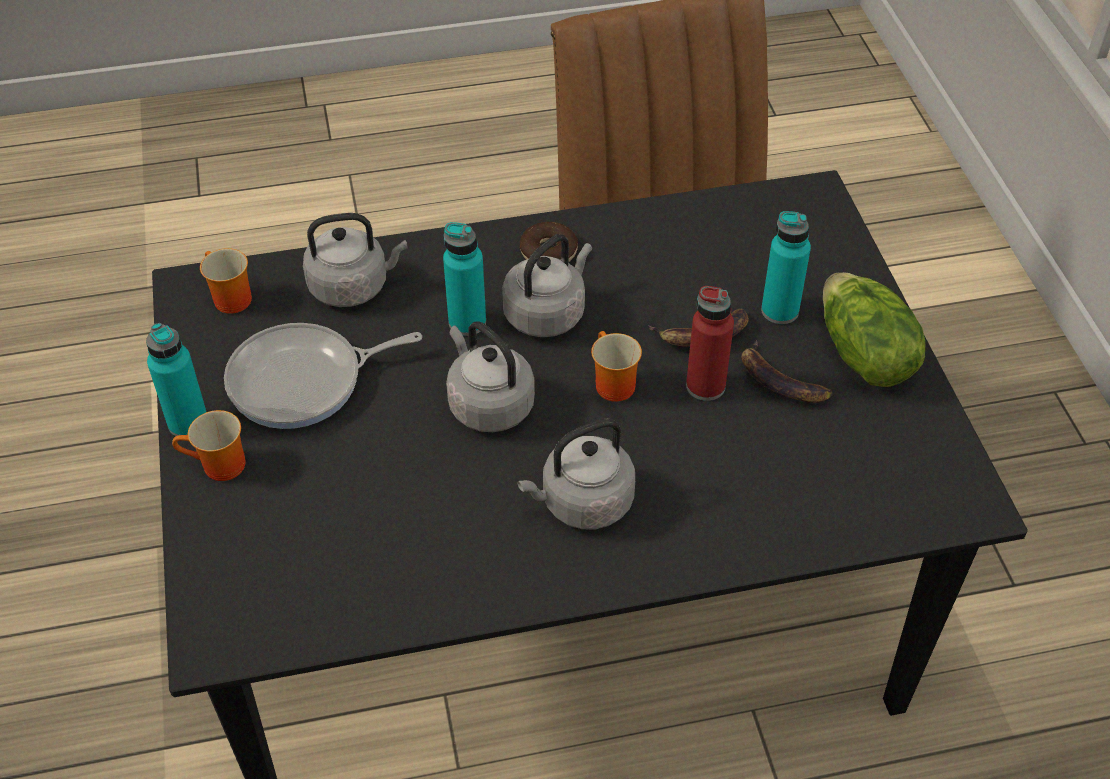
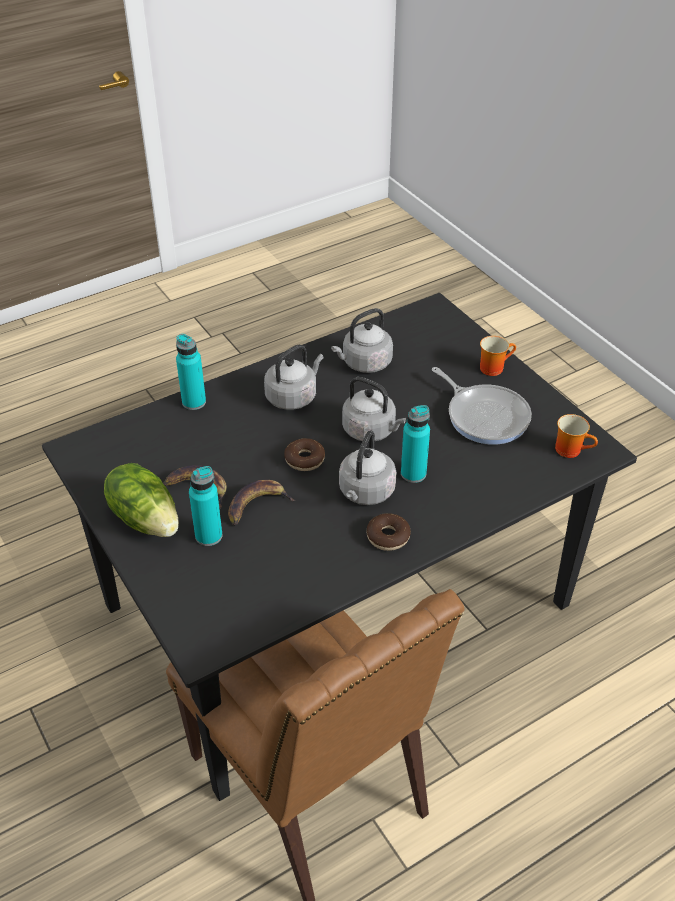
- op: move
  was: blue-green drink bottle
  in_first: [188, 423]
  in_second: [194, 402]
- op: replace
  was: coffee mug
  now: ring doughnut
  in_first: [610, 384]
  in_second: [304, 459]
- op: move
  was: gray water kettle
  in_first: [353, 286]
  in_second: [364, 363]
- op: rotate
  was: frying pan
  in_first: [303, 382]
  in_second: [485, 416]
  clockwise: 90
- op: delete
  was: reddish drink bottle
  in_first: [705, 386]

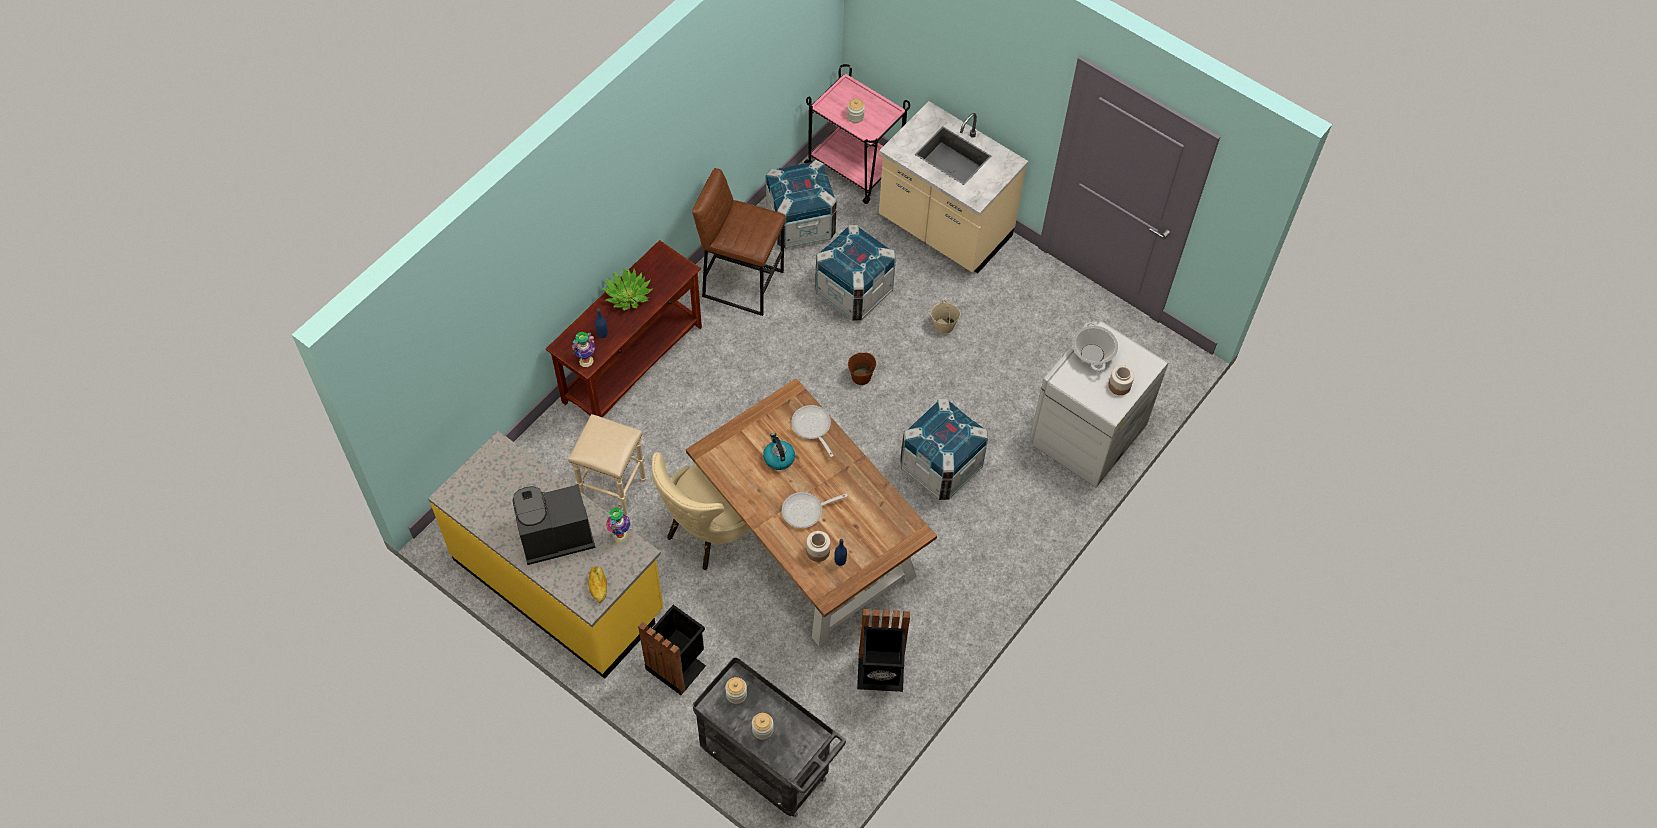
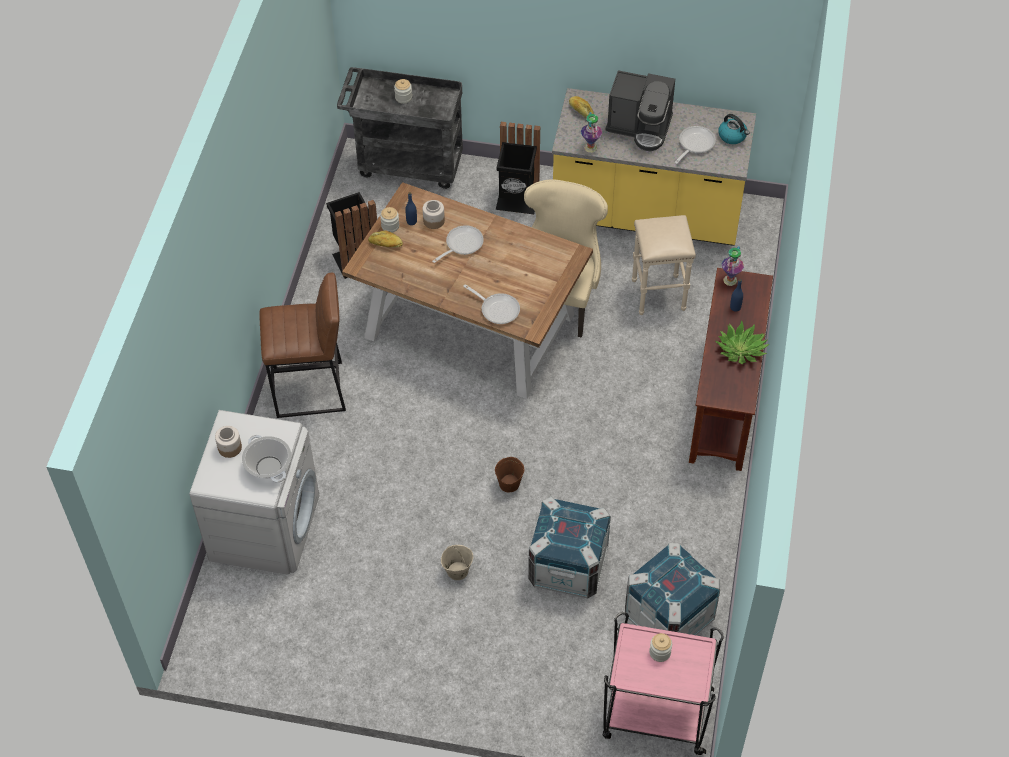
- op: move
  was: brown sitting stool
  in_first: [741, 283]
  in_second: [311, 389]
- op: insert
  now: bakery bread
  in_second: [385, 244]
- op: move
  was: storage jar
  in_first: [736, 694]
  in_second: [390, 226]
- op: rotate
  was: coffee brewer
  in_first: [554, 536]
  in_second: [640, 127]
  clockwise: 60
- op: insert
  now: frying pan
  in_second: [694, 144]
- op: move
  was: water kettle
  in_first: [778, 458]
  in_second: [732, 136]
- op: delete
  was: beige-coloured counter
  in_first: [944, 229]
- op: delete
  was: crate
  in_first: [940, 466]

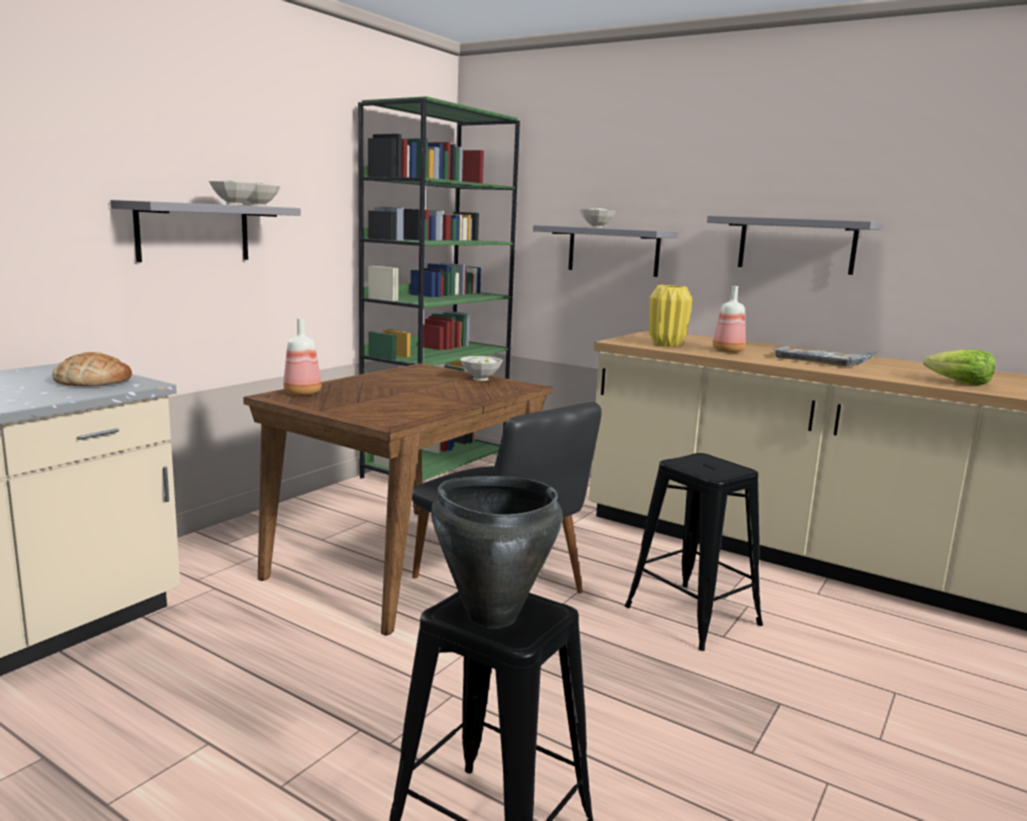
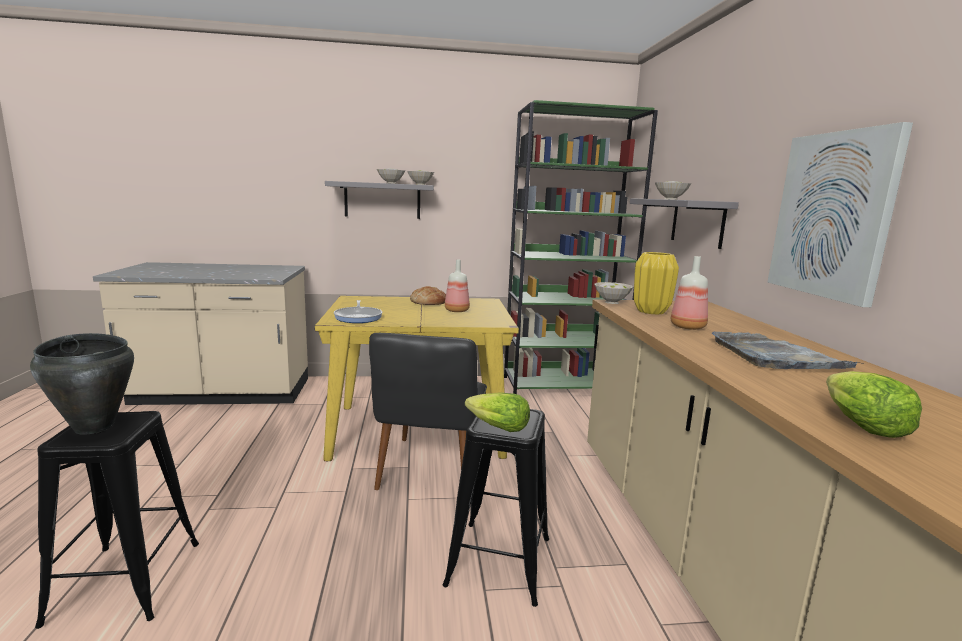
- op: recolor
  was: brown kitchen table
  now: yellowish kitchen table
  in_first: [406, 562]
  in_second: [419, 430]
- op: insert
  now: frying pan
  in_second: [358, 317]
- op: move
  was: bakery bread
  in_first: [93, 381]
  in_second: [429, 302]
- op: move
  was: drink bottle
  in_first: [303, 393]
  in_second: [457, 311]
- op: insert
  now: lettuce head
  in_second: [497, 427]
- op: move
  was: white-coloured bowl
  in_first: [481, 379]
  in_second: [611, 302]
- op: replace
  was: gray shelf
  now: picture
  in_first: [796, 245]
  in_second: [832, 215]

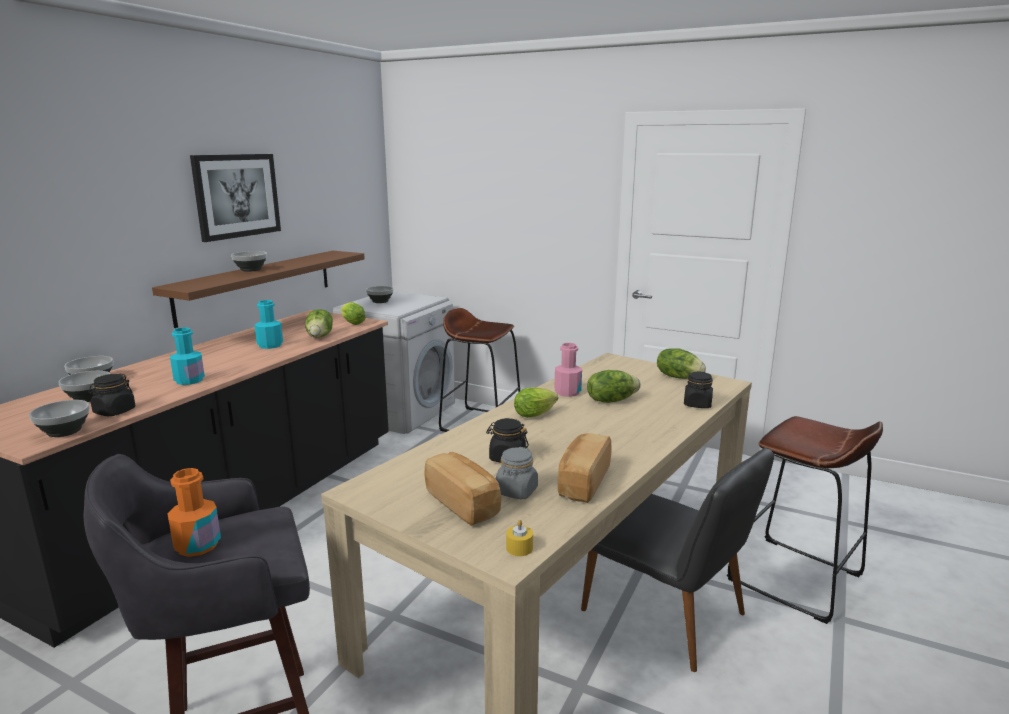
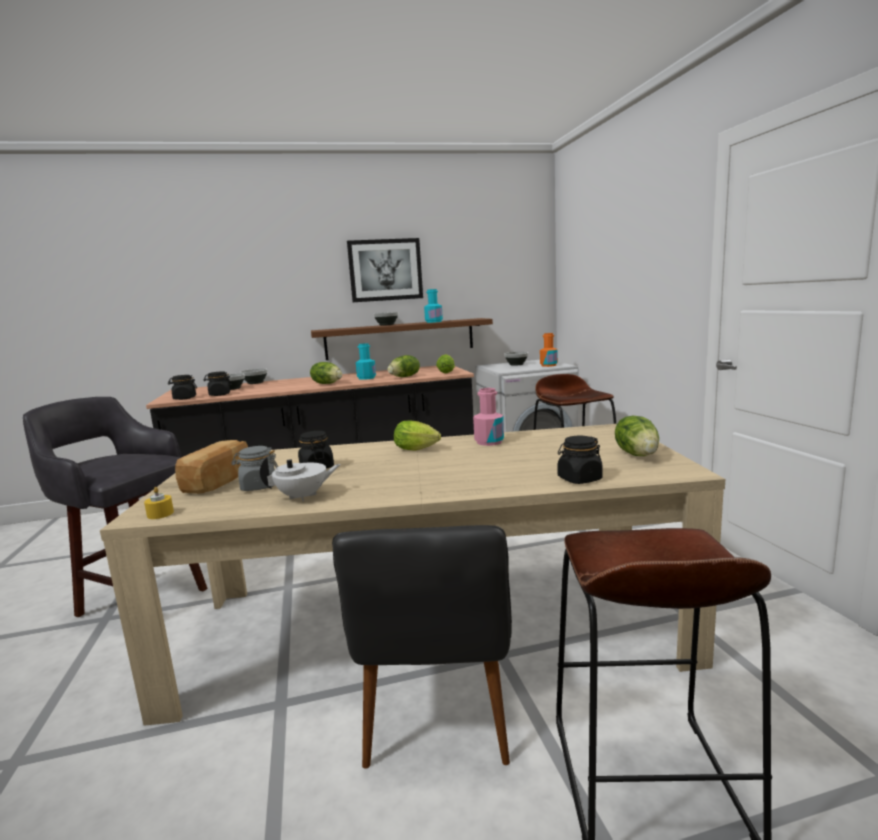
- op: replace
  was: bowl
  now: black-coloured storage jar
  in_first: [64, 431]
  in_second: [184, 398]
- op: replace
  was: bakery bread
  now: white-coloured tea pot
  in_first: [582, 482]
  in_second: [303, 497]
- op: move
  was: lettuce head
  in_first: [611, 400]
  in_second: [327, 383]
- op: move
  was: blue-green drink bottle
  in_first: [189, 380]
  in_second: [434, 322]
- op: move
  was: orange-coloured drink bottle
  in_first: [197, 545]
  in_second: [548, 365]

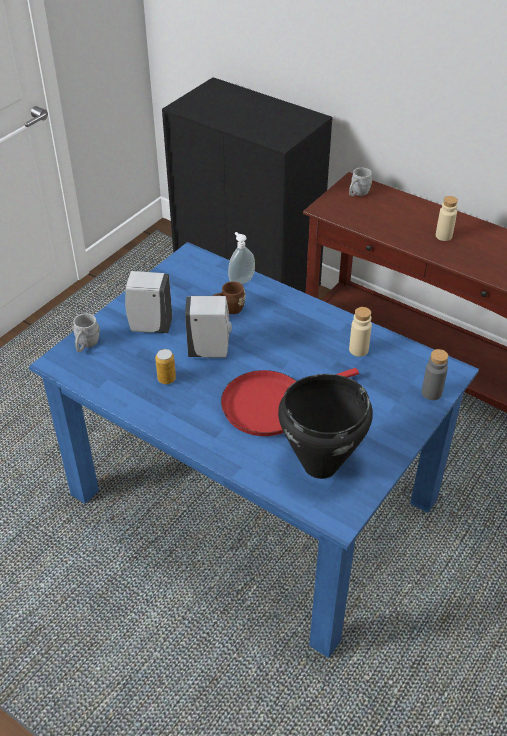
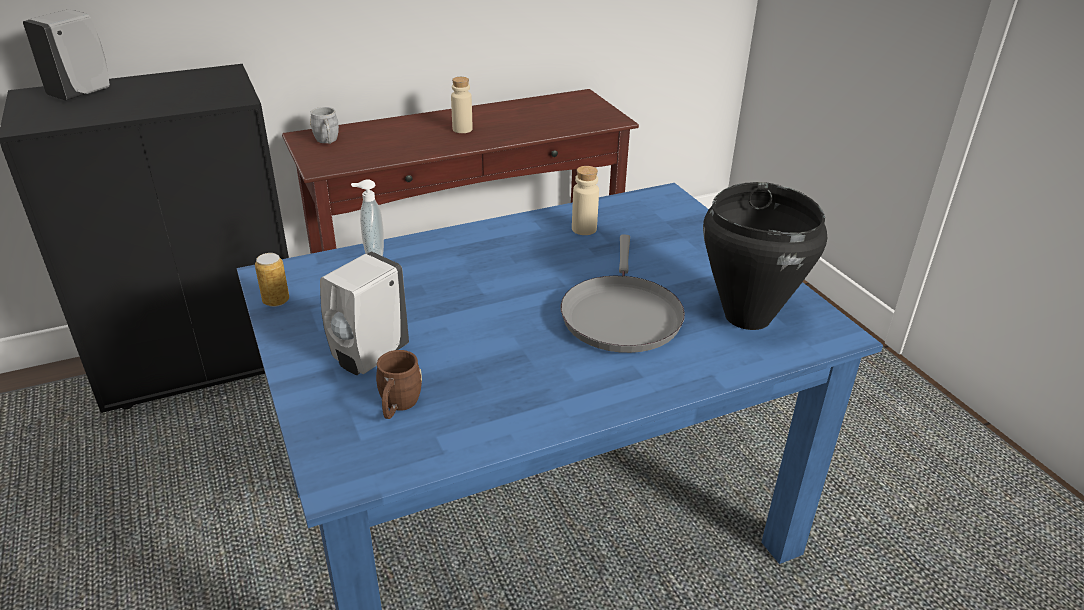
- op: move
  was: white-coloured soap dispenser
  in_first: [210, 351]
  in_second: [83, 93]
- op: move
  was: metal can
  in_first: [166, 379]
  in_second: [276, 301]
- op: move
  was: brown coffee mug
  in_first: [227, 309]
  in_second: [397, 406]
- op: recolor
  was: reddish frying pan
  now: gray frying pan
  in_first: [270, 405]
  in_second: [620, 315]
- op: delete
  was: gray coffee mug
  in_first: [86, 345]
- op: delete
  was: gray drink bottle
  in_first: [431, 393]

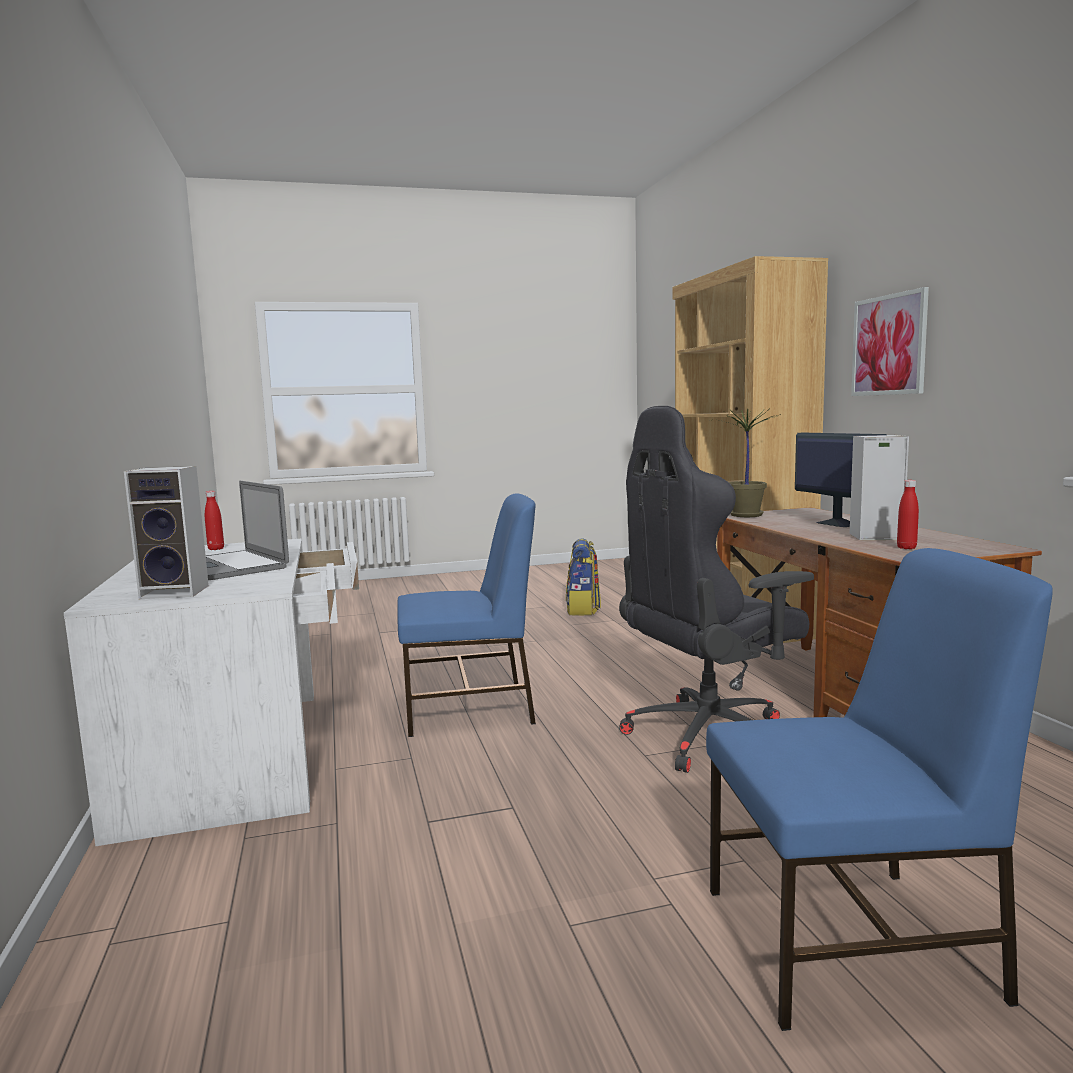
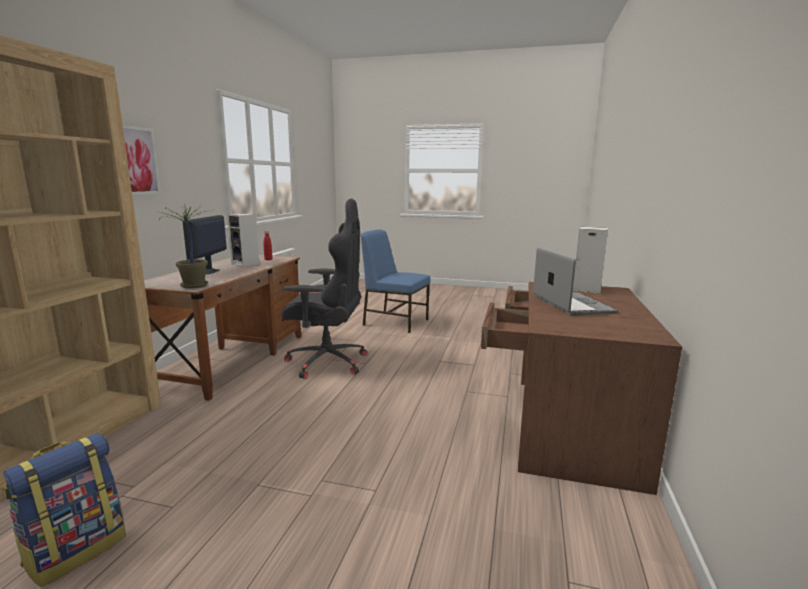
- op: recolor
  was: white-coloured desk
  now: brown desk
  in_first: [246, 750]
  in_second: [561, 424]
- op: delete
  was: reddish drink bottle
  in_first: [216, 549]
- op: delete
  was: blue plain chair
  in_first: [471, 709]

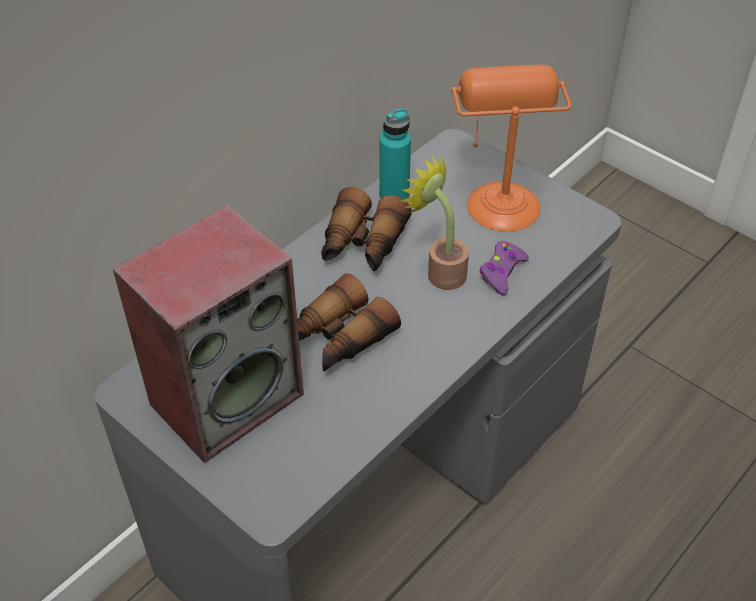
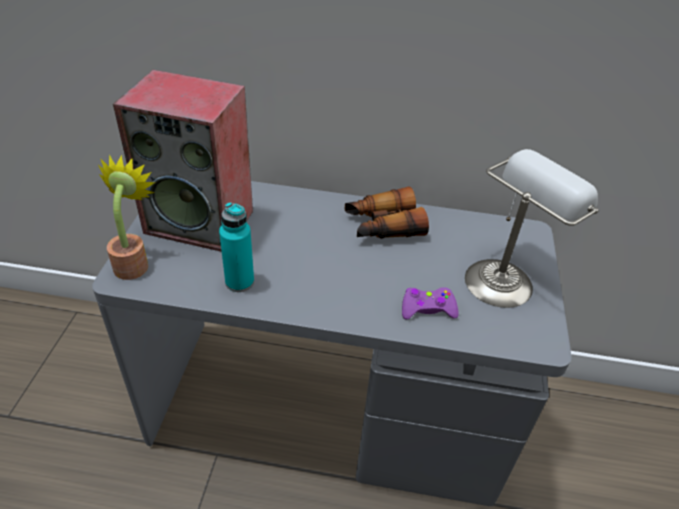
- op: move
  was: potted plant
  in_first: [440, 271]
  in_second: [134, 262]
- op: move
  was: blue-green drink bottle
  in_first: [394, 195]
  in_second: [239, 282]
- op: recolor
  was: orange-coloured lamp for a table
  now: white-coloured lamp for a table
  in_first: [498, 195]
  in_second: [506, 275]
- op: delete
  was: binoculars
  in_first: [338, 338]

